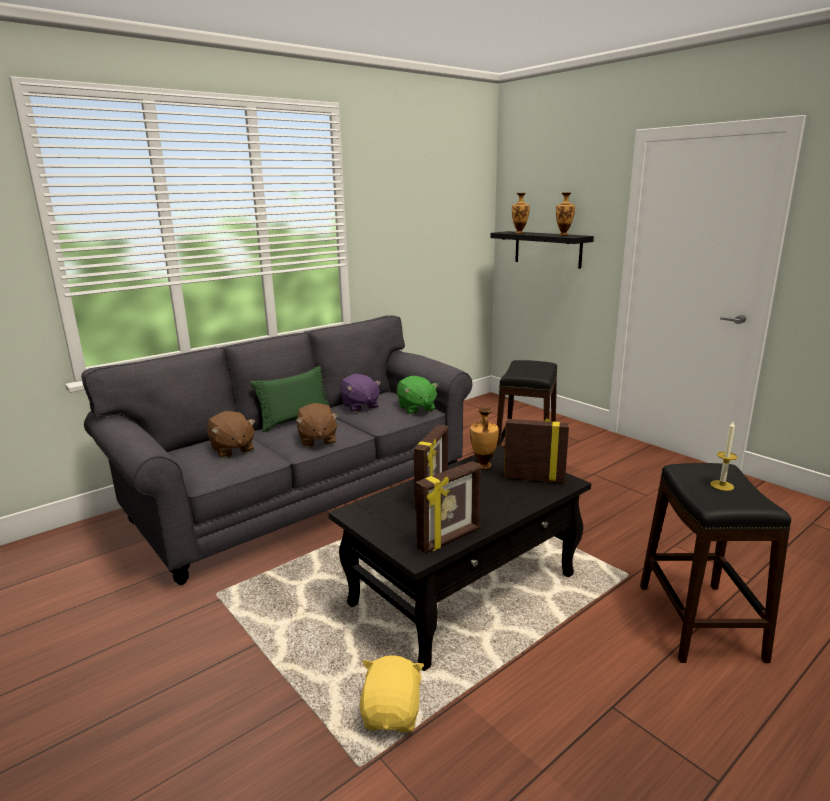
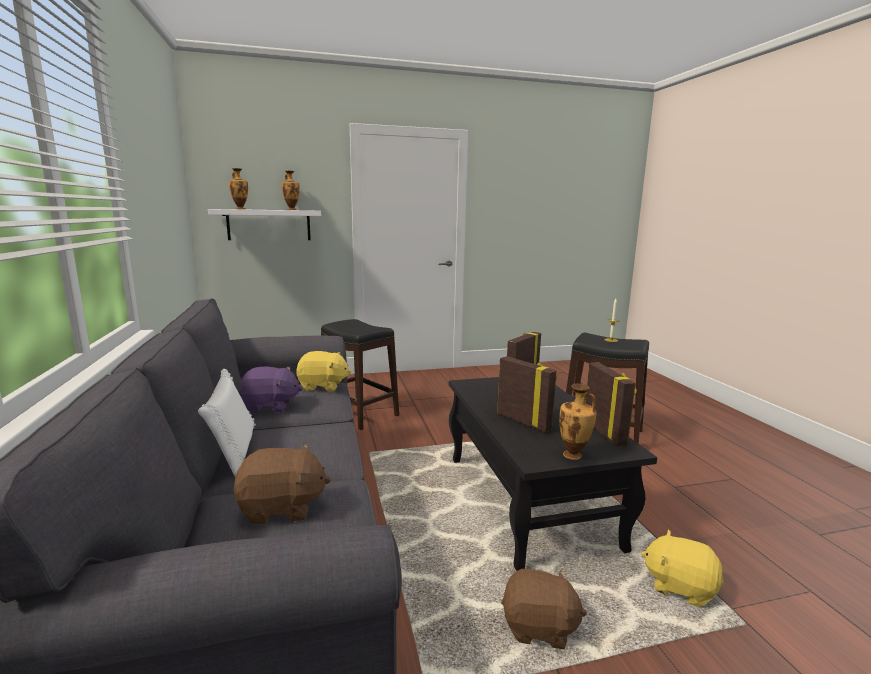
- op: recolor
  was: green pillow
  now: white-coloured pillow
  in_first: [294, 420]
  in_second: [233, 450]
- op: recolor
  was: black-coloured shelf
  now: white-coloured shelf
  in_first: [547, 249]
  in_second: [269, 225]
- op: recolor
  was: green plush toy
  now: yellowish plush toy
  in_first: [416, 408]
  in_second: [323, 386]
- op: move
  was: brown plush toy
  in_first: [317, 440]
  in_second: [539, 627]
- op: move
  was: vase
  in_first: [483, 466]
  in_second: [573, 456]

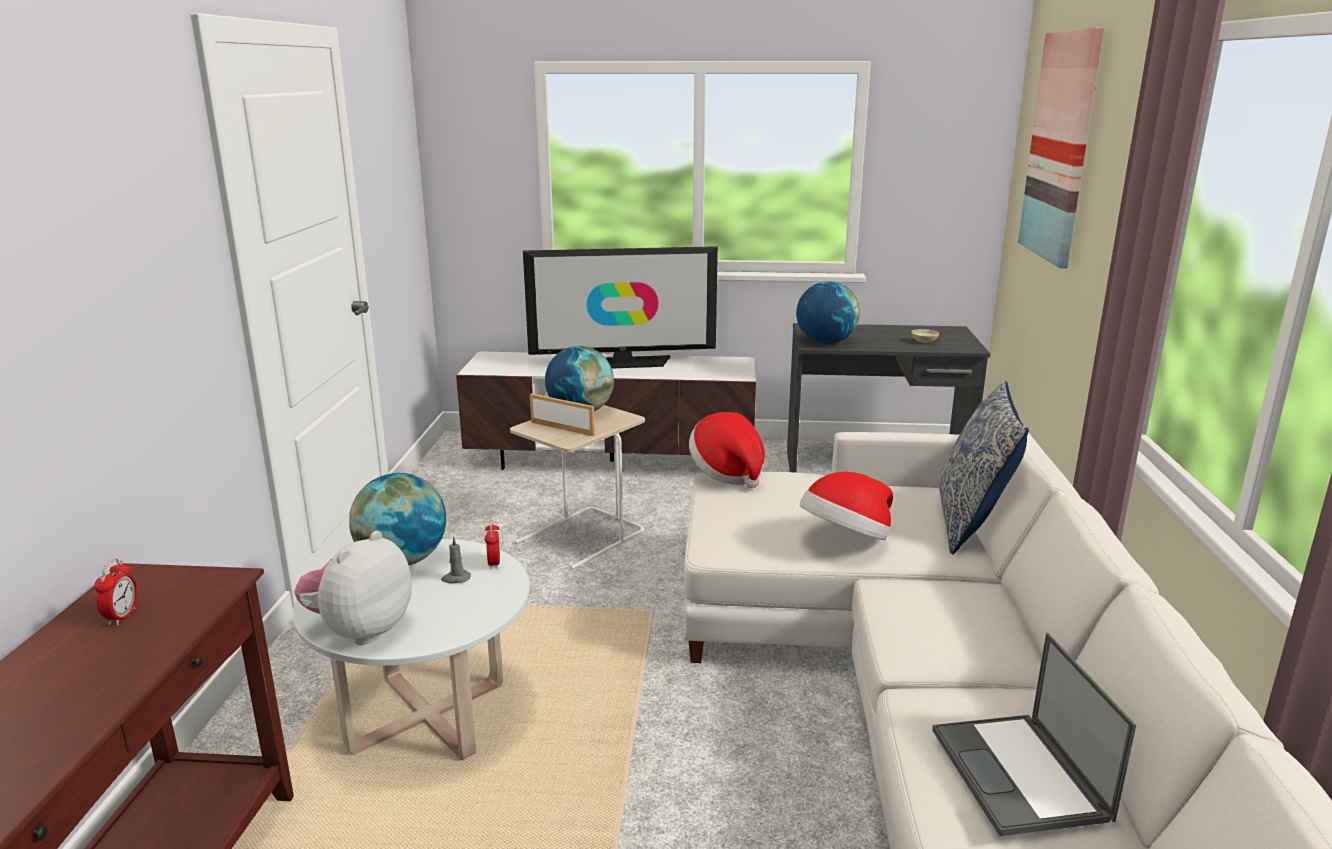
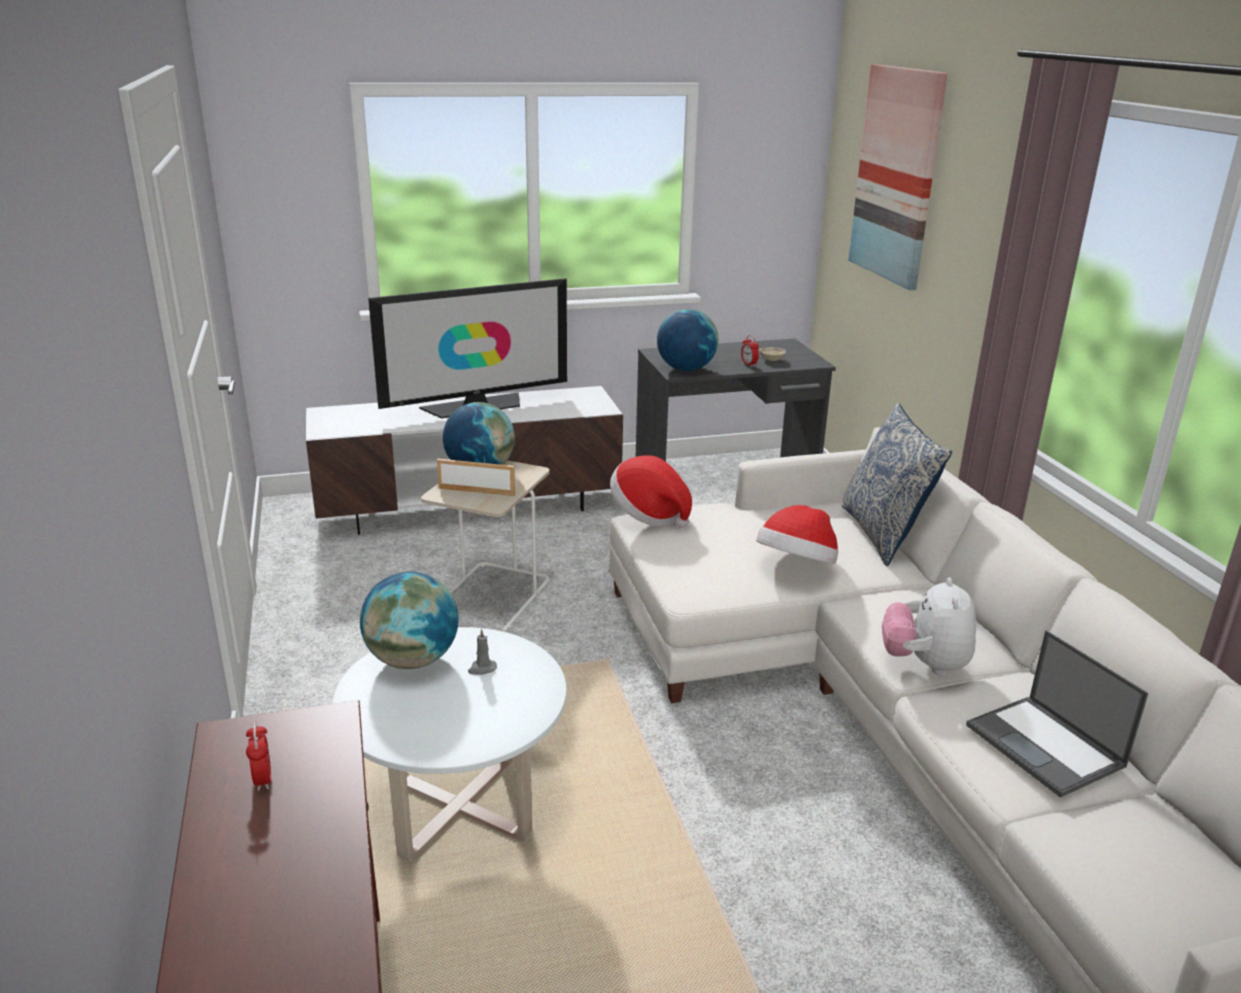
- op: move
  was: table clock
  in_first: [494, 563]
  in_second: [749, 364]
- op: move
  was: plush toy
  in_first: [360, 630]
  in_second: [924, 664]

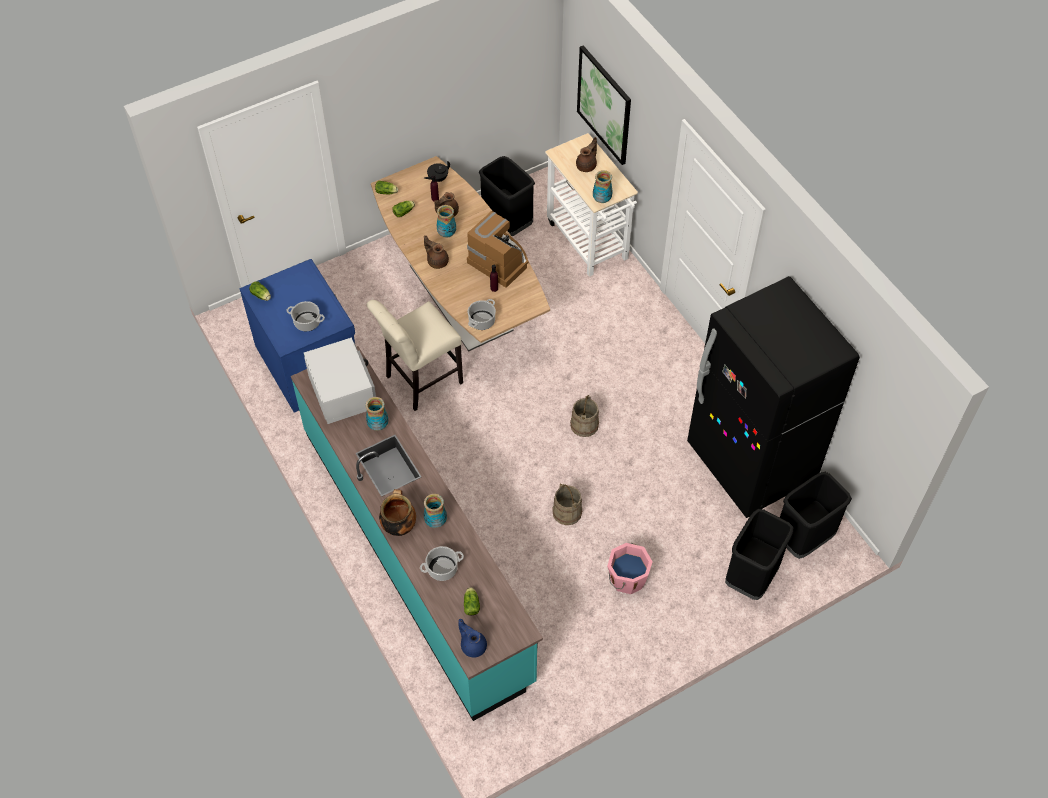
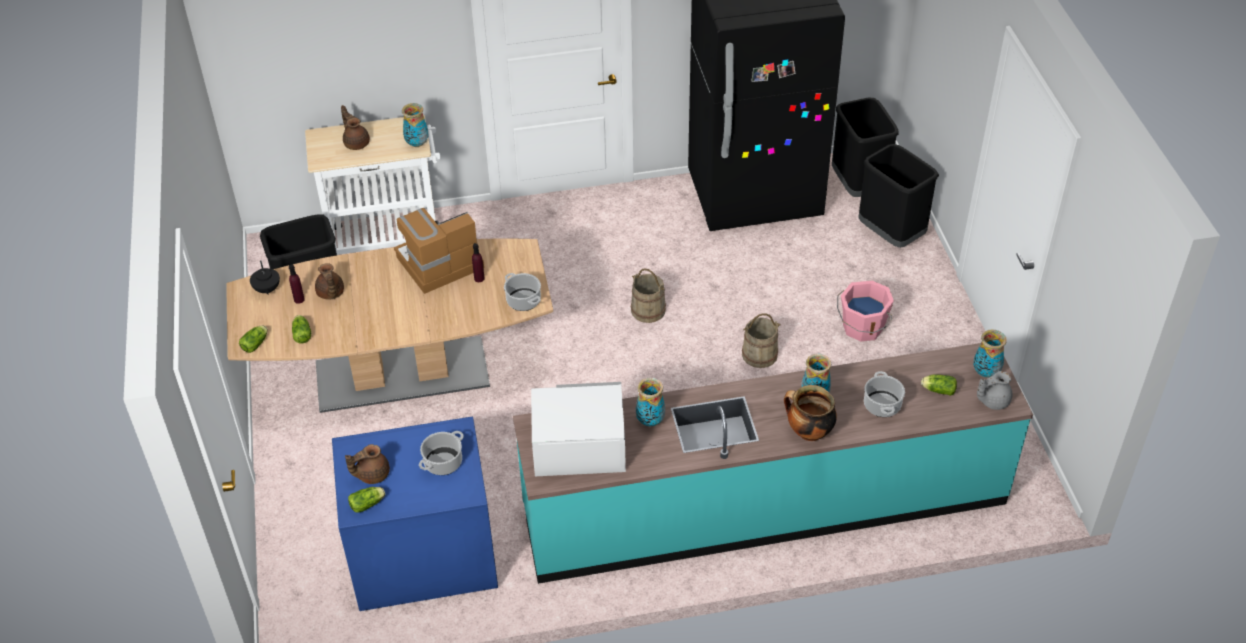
- op: move
  was: brown tea pot
  in_first: [437, 261]
  in_second: [371, 474]
- op: move
  was: vase
  in_first: [447, 234]
  in_second: [985, 372]
- op: recolor
  was: blue tea pot
  now: gray tea pot
  in_first: [473, 645]
  in_second: [992, 401]
- op: delete
  was: beige-coloured sitting stool
  in_first: [420, 381]
- op: delete
  was: picture
  in_first: [604, 105]

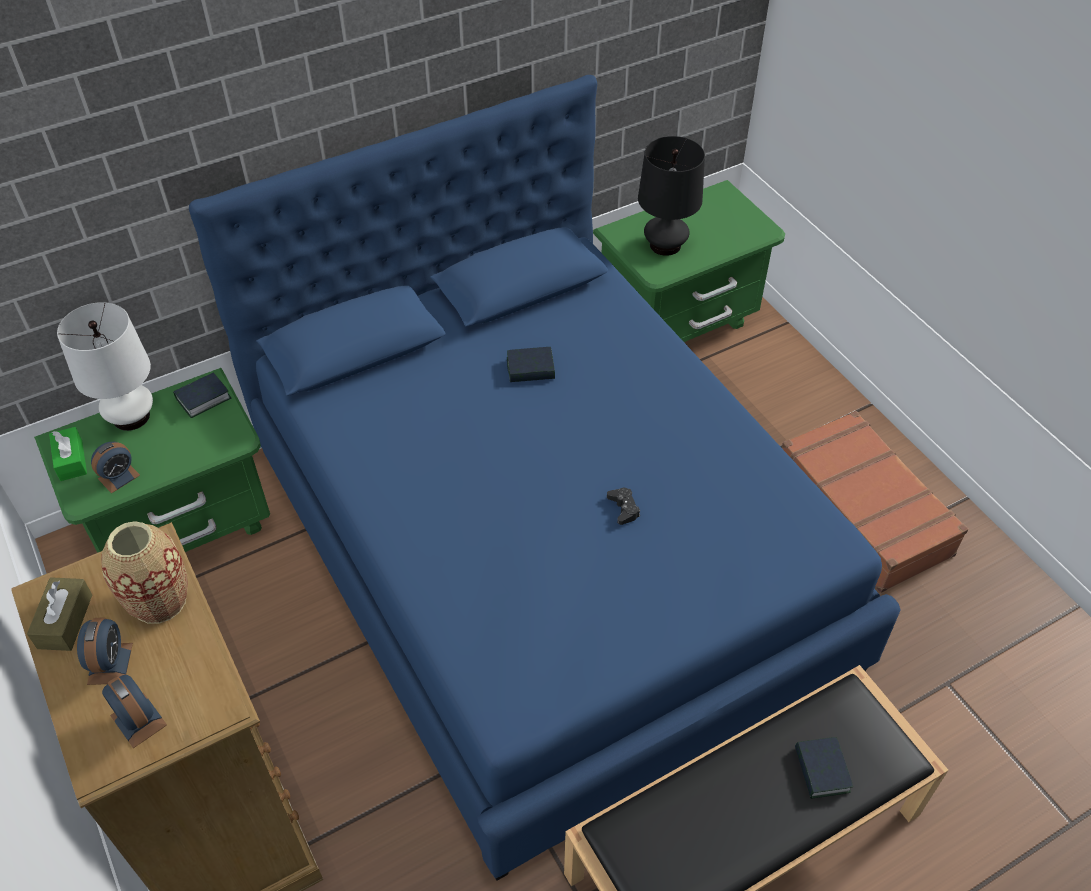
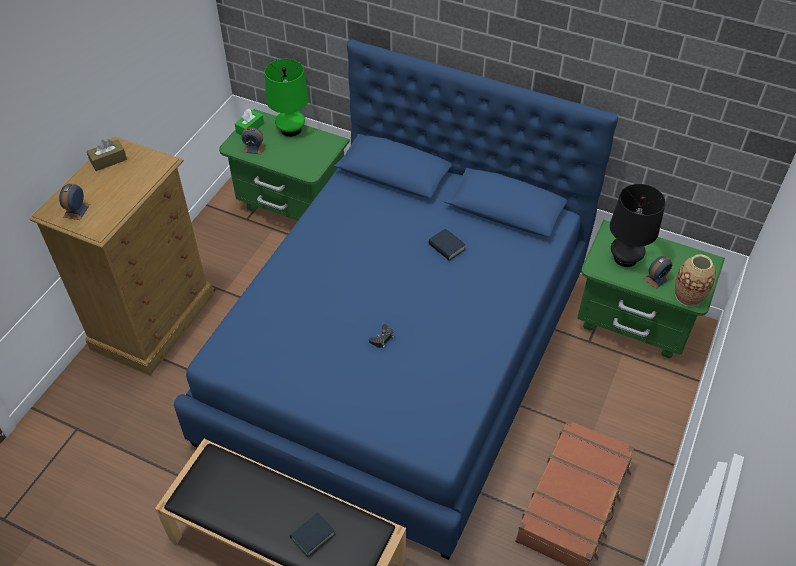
- op: recolor
  was: white-coloured lamp for a table
  now: green lamp for a table
  in_first: [131, 417]
  in_second: [291, 129]
- op: move
  was: table clock
  in_first: [110, 663]
  in_second: [656, 278]
- op: move
  was: vase
  in_first: [159, 601]
  in_second: [688, 296]
- op: delete
  was: bound book
  in_first: [203, 398]

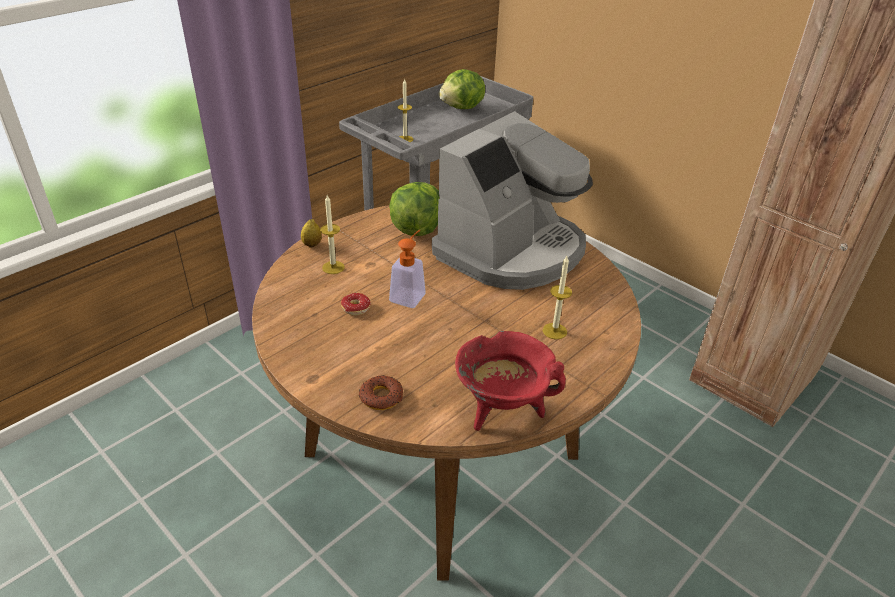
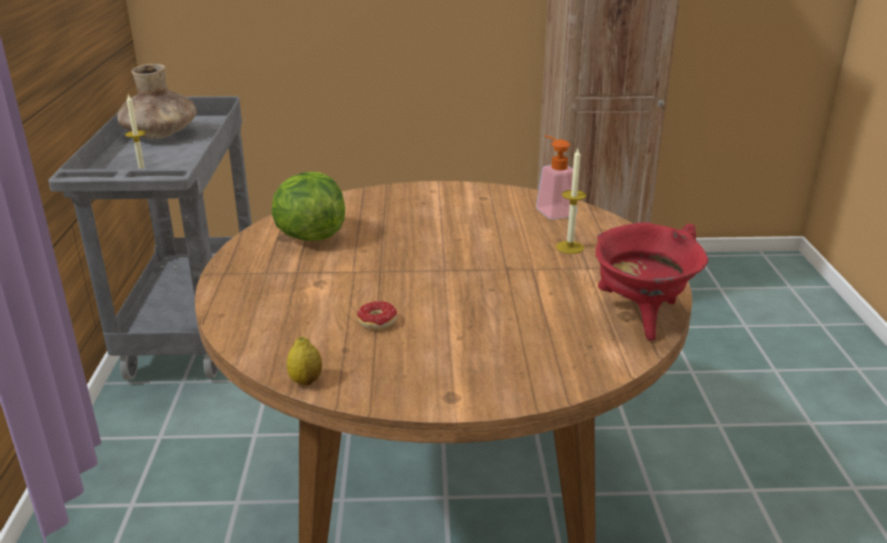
- op: replace
  was: lettuce head
  now: brown vase
  in_first: [462, 108]
  in_second: [160, 134]
- op: move
  was: lemon
  in_first: [312, 245]
  in_second: [305, 381]
- op: move
  was: soap dispenser
  in_first: [410, 294]
  in_second: [552, 210]
- op: delete
  was: candle
  in_first: [333, 267]
- op: delete
  was: ring doughnut
  in_first: [381, 397]
- op: delete
  was: coffee brewer
  in_first: [512, 251]

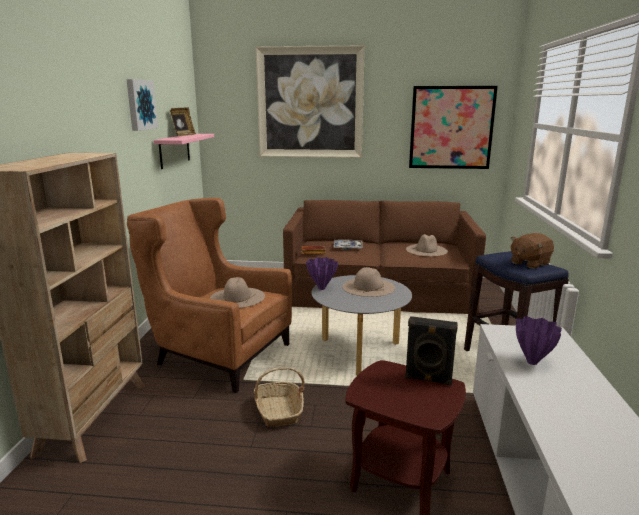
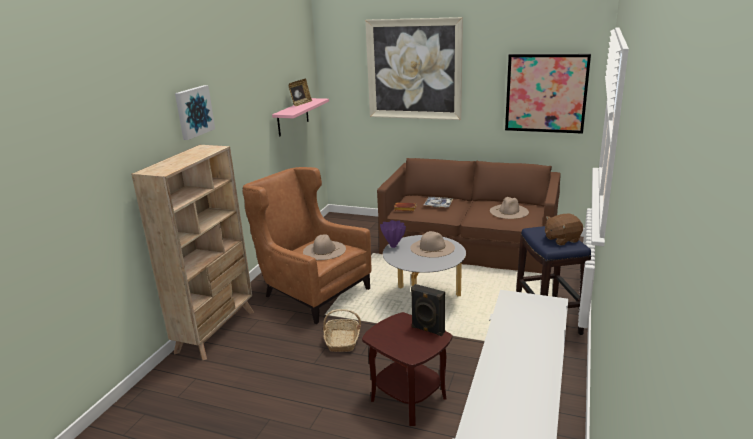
- op: move
  was: picture
  in_first: [140, 105]
  in_second: [193, 111]
- op: delete
  was: purplish vase
  in_first: [533, 362]

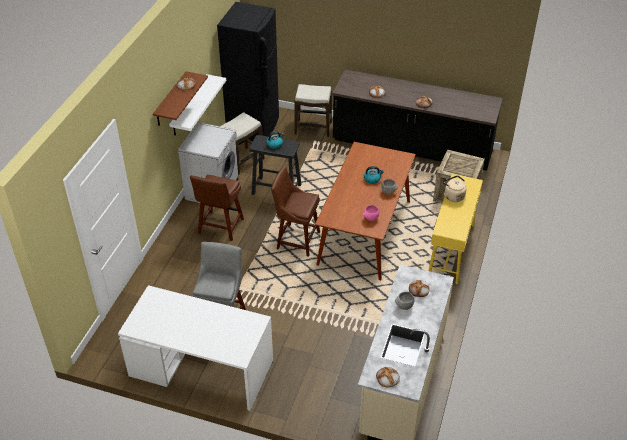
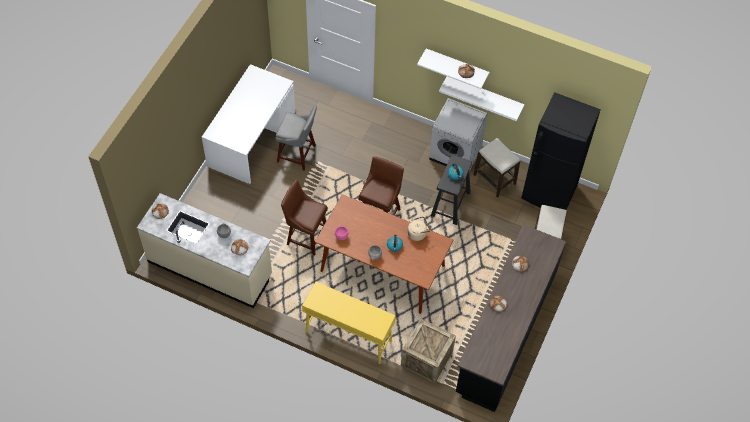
- op: move
  was: brown plain chair
  in_first: [219, 227]
  in_second: [305, 235]
- op: move
  was: beige-coloured water kettle
  in_first: [453, 196]
  in_second: [418, 233]
- op: recolor
  was: brown shelf
  now: white-coloured shelf
  in_first: [170, 100]
  in_second: [456, 65]

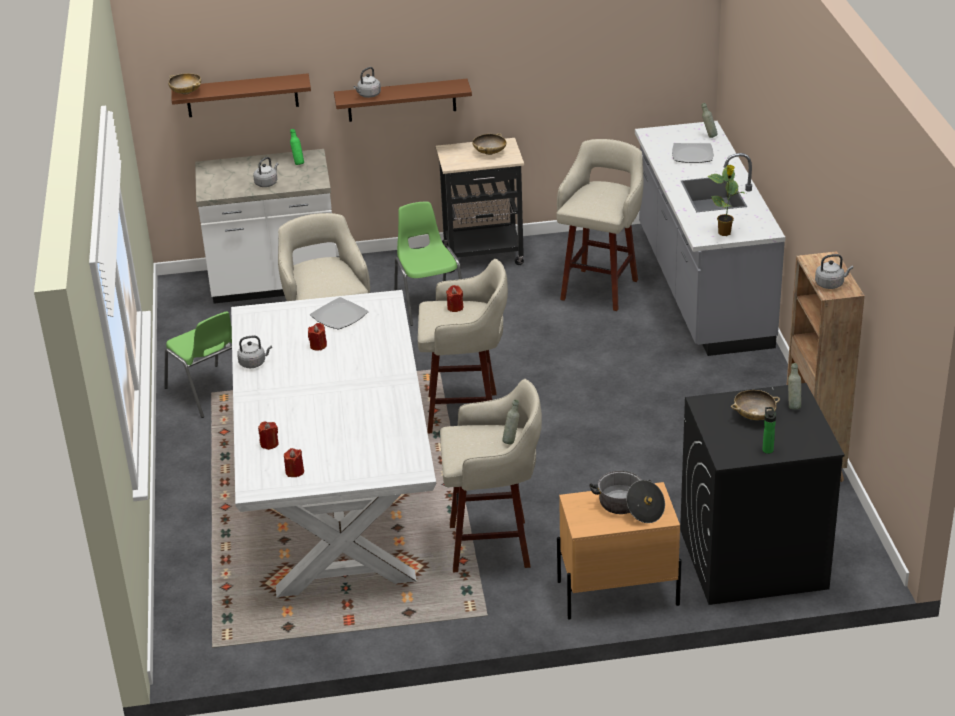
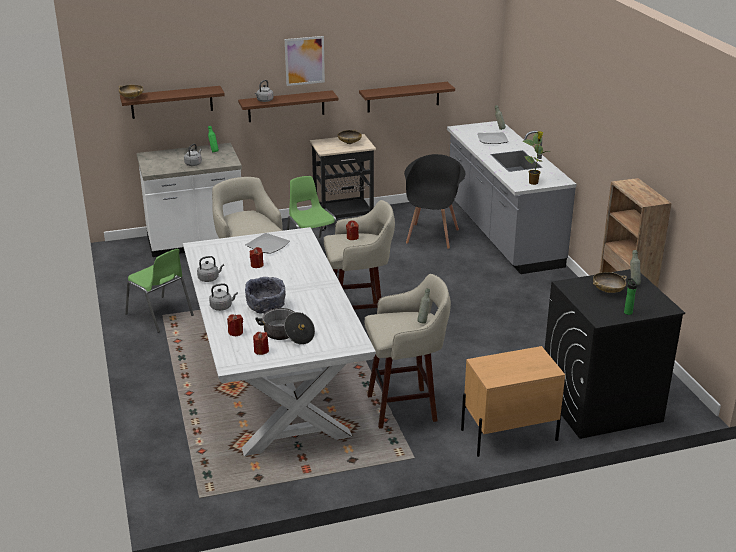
- op: move
  was: gray water kettle
  in_first: [831, 284]
  in_second: [222, 307]
- op: insert
  now: gray bowl
  in_second: [266, 307]
- op: move
  was: saucepot
  in_first: [629, 507]
  in_second: [287, 335]
- op: insert
  now: picture
  in_second: [304, 60]
- op: insert
  now: brown shelf
  in_second: [403, 97]
- op: replace
  was: beige-coloured sitting stool
  now: black-coloured plain chair
  in_first: [601, 288]
  in_second: [432, 236]

